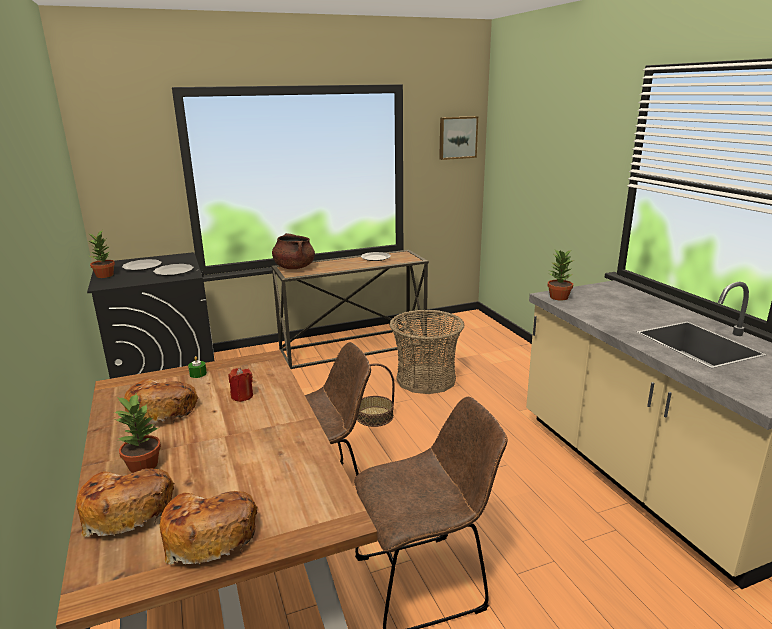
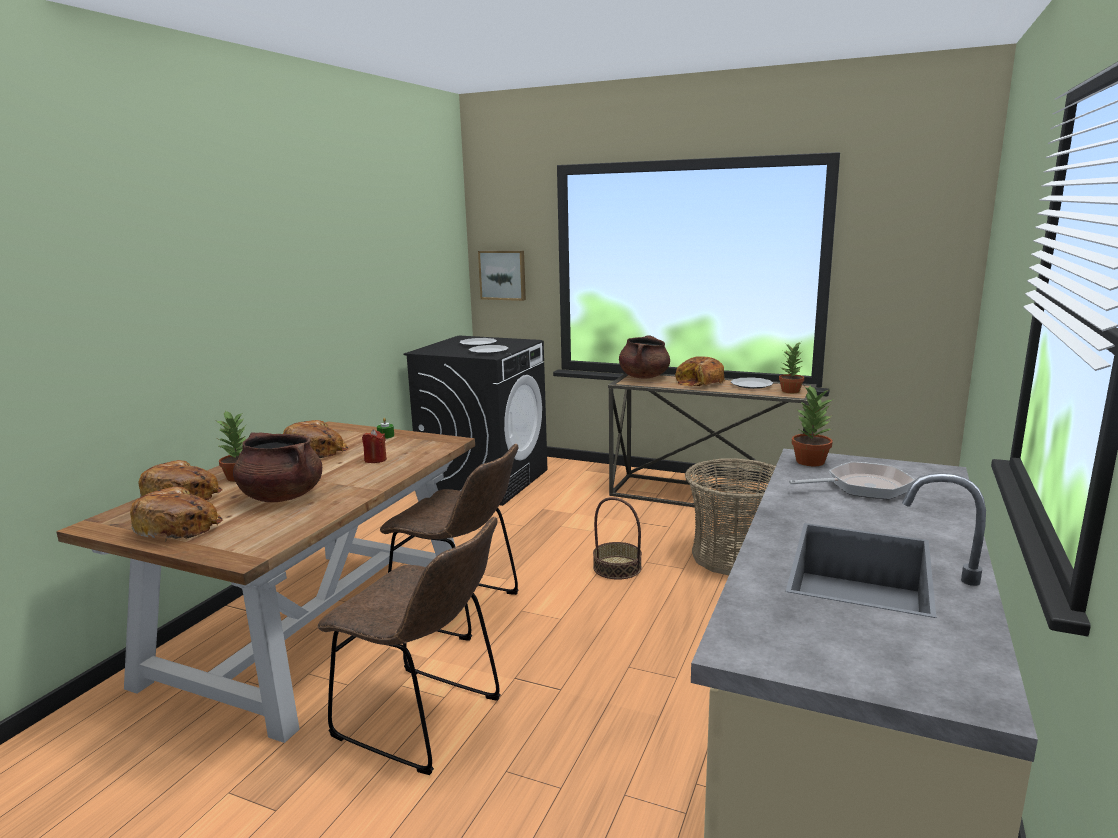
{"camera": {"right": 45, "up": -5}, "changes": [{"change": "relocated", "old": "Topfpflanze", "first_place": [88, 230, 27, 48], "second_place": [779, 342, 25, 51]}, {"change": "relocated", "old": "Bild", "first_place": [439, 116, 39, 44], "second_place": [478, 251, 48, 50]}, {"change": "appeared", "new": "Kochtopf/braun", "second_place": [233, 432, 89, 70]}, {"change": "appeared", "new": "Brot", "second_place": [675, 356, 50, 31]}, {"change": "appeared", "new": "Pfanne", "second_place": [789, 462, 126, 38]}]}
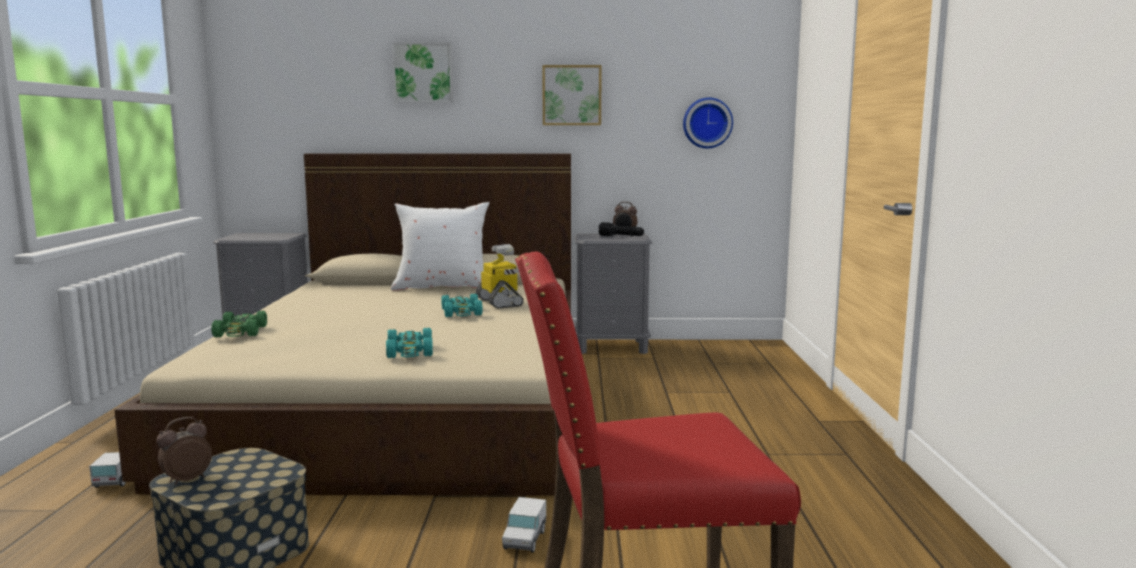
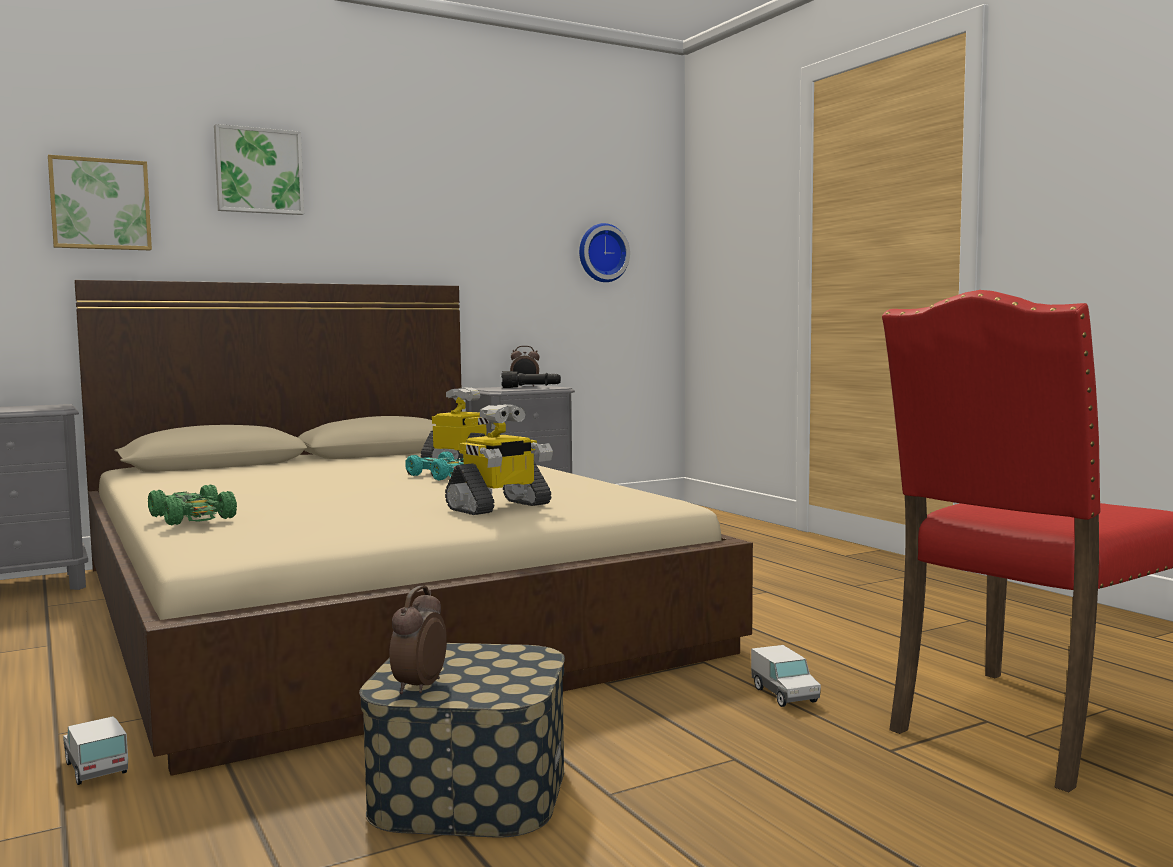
{"camera": {"right": -30, "up": -5}, "changes": [{"change": "exchanged", "old": "Spielzeugauto/türkis", "new": "Spielzeugroboter", "first_place": [386, 328, 47, 30], "second_place": [445, 404, 108, 111]}, {"change": "missing", "old": "Kissen/weiß", "first_place": [391, 202, 99, 88]}, {"change": "relocated", "old": "Bild", "first_place": [542, 65, 60, 60], "second_place": [48, 155, 104, 95]}]}
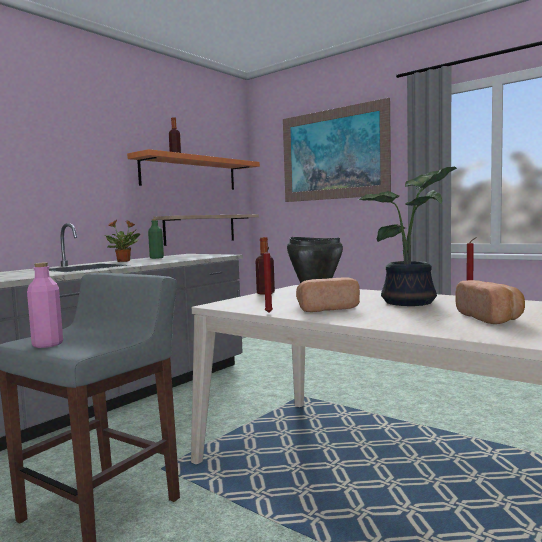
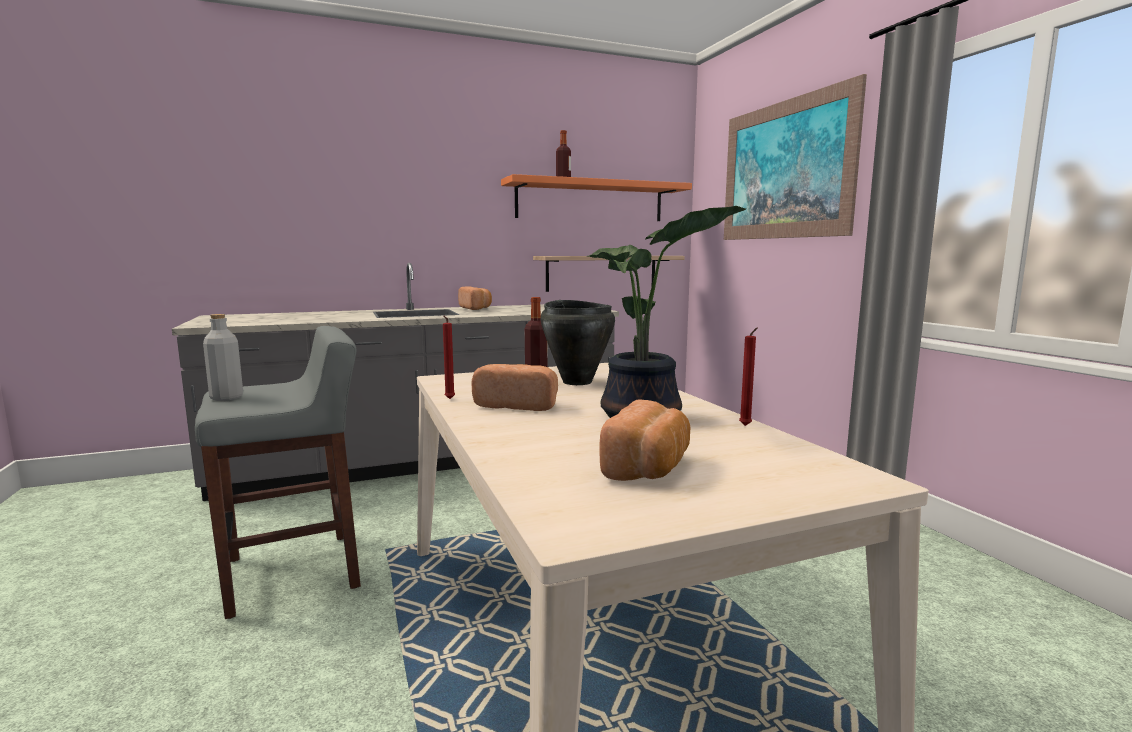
{"camera": {"right": 30, "up": 5}, "changes": [{"change": "colour", "old": "Flasche/rosa", "new": "Flasche/grau", "first_place": [27, 262, 36, 86], "second_place": [203, 314, 40, 87]}, {"change": "exchanged", "old": "Topfpflanze", "new": "Brot", "first_place": [105, 220, 35, 42], "second_place": [458, 286, 34, 24]}, {"change": "missing", "old": "Flasche/grün", "first_place": [148, 219, 16, 40]}]}
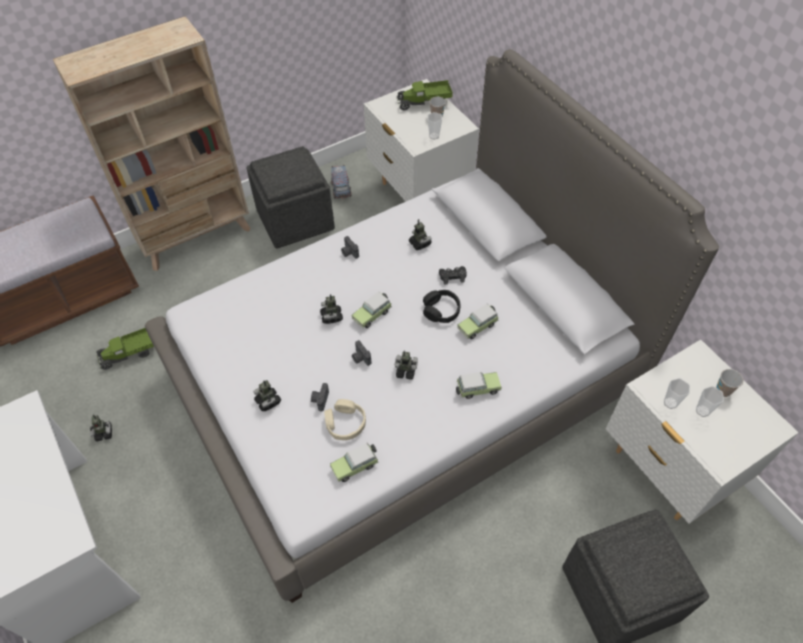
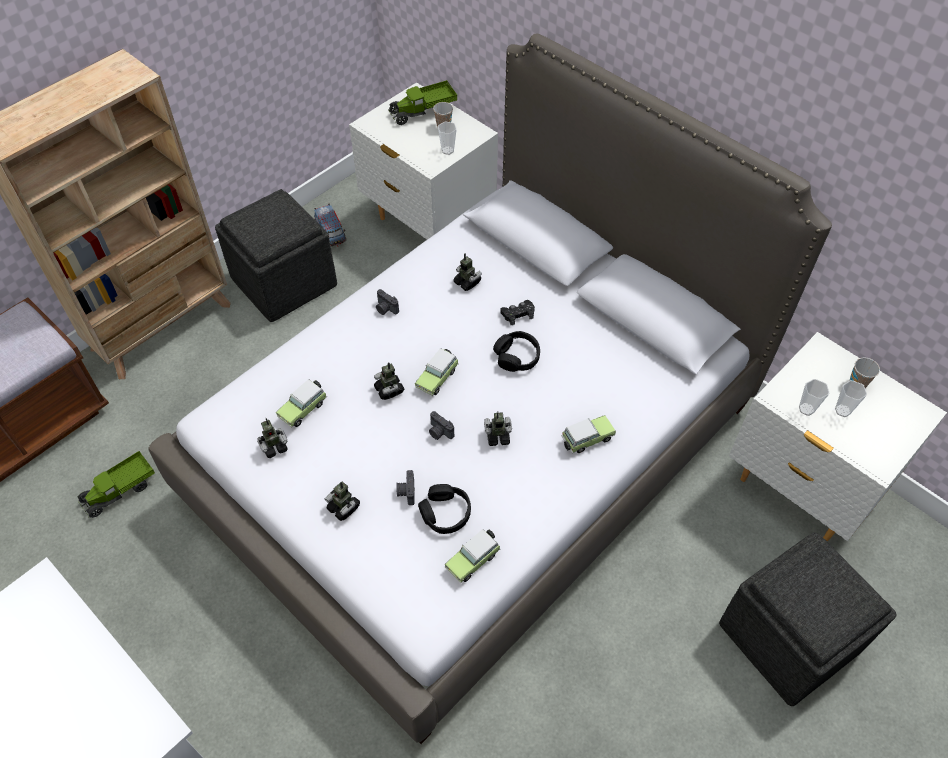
{"camera": {"right": -15, "up": 0}, "changes": [{"change": "relocated", "old": "Spielzeugroboter", "first_place": [90, 414, 22, 28], "second_place": [257, 418, 31, 40]}, {"change": "colour", "old": "Kopfhörer/beige", "new": "Kopfhörer/schwarz", "first_place": [324, 399, 42, 41], "second_place": [418, 484, 53, 50]}, {"change": "relocated", "old": "Spielzeugauto", "first_place": [457, 304, 41, 35], "second_place": [276, 379, 51, 49]}]}
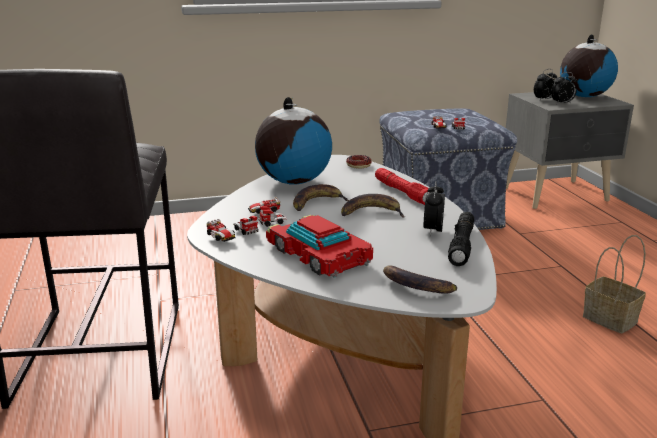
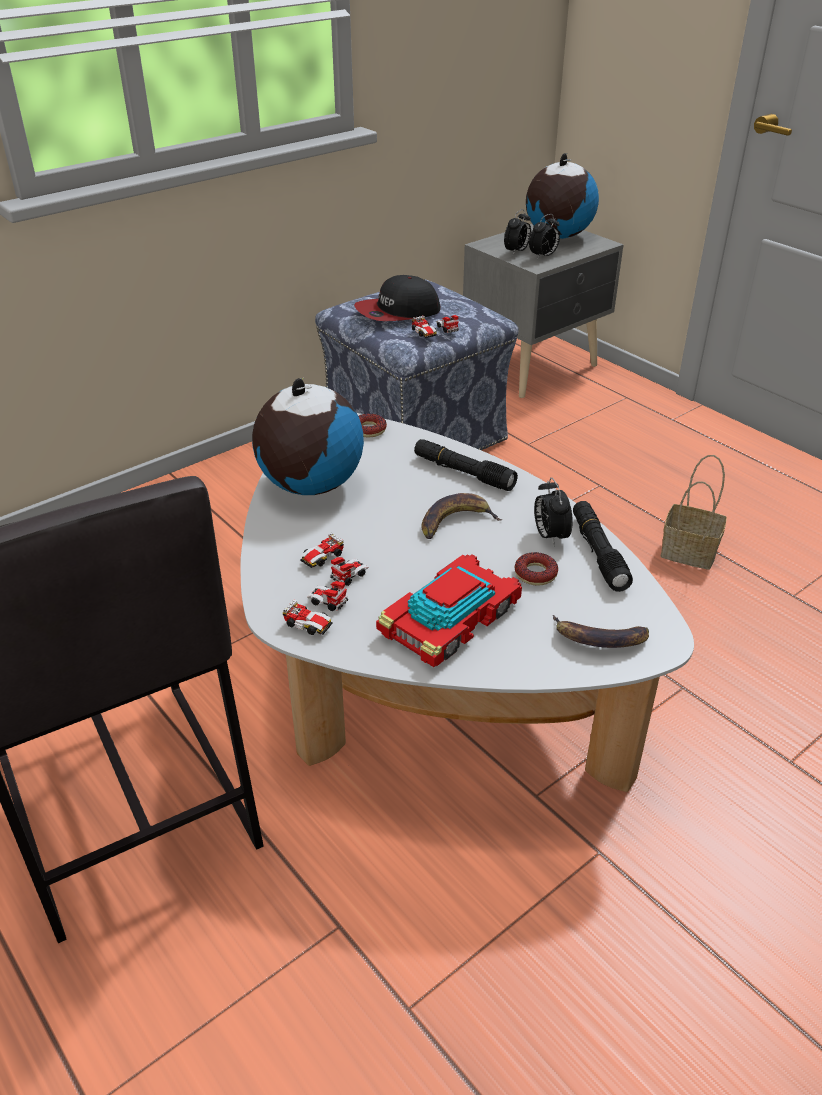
{"camera": {"right": -25, "up": 15}, "changes": [{"change": "spun", "old": "Spielzeugauto", "first_place": [266, 215, 107, 63], "second_place": [376, 555, 146, 112], "degrees": -75}, {"change": "missing", "old": "Banane", "first_place": [293, 184, 56, 27]}, {"change": "colour", "old": "Taschenlampe/rot", "new": "Taschenlampe/schwarz", "first_place": [375, 168, 55, 37], "second_place": [414, 439, 104, 52]}, {"change": "appeared", "new": "Kappe", "second_place": [354, 275, 87, 46]}, {"change": "appeared", "new": "Donut", "second_place": [515, 552, 43, 33]}]}
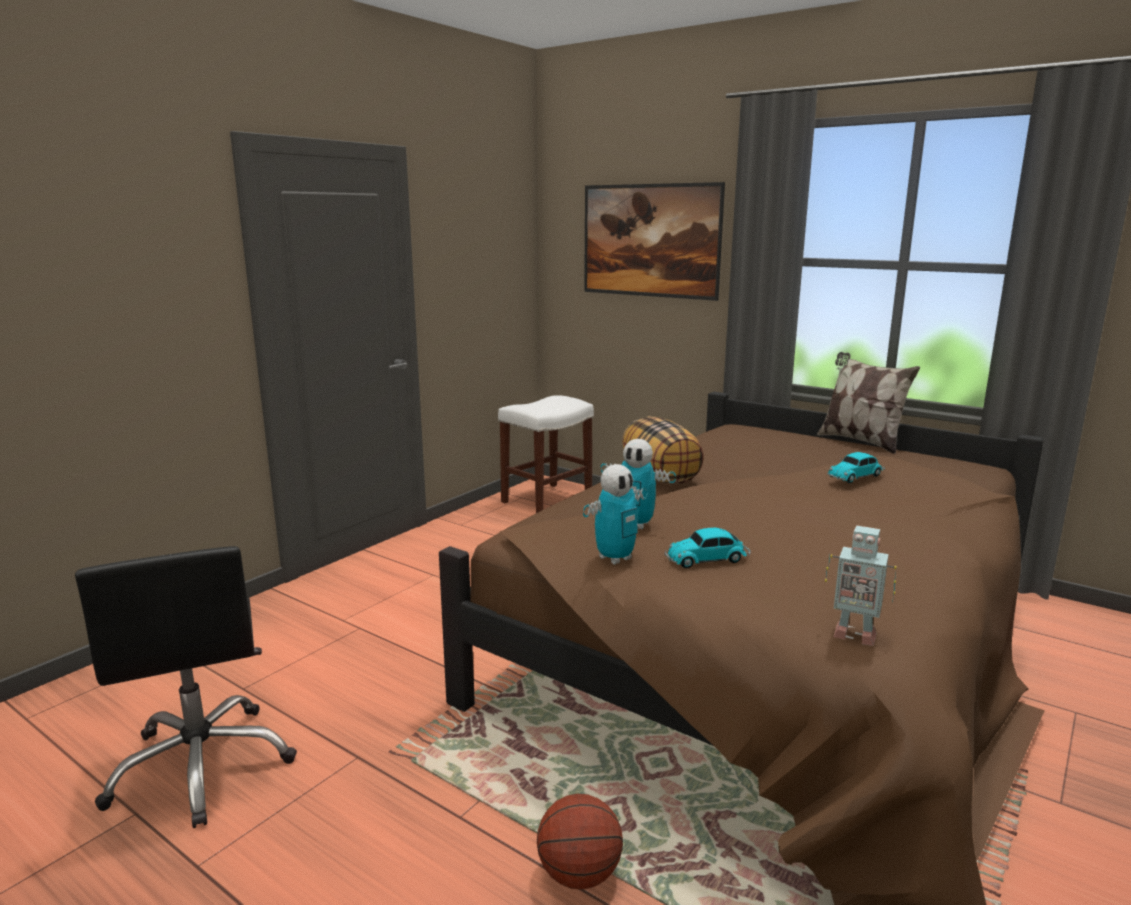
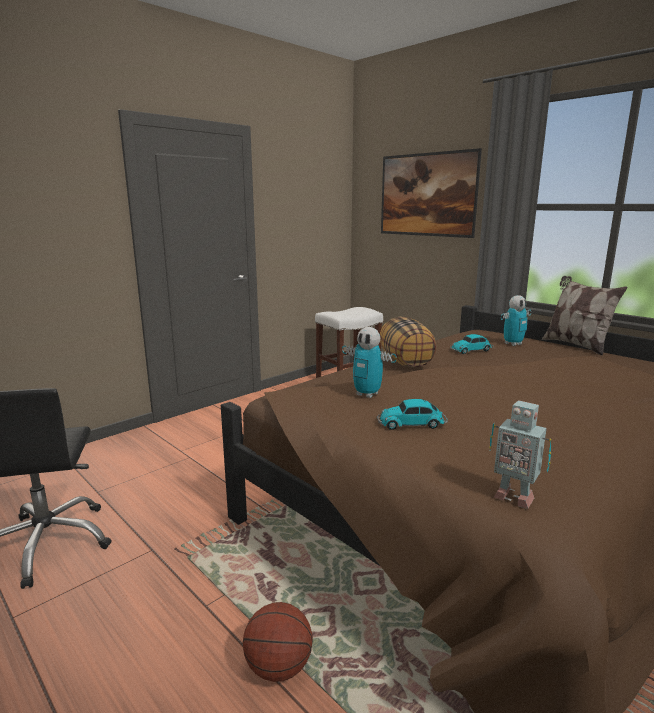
{"camera": {"right": 10, "up": 0}, "changes": [{"change": "relocated", "old": "Spielzeugroboter", "first_place": [583, 464, 65, 100], "second_place": [501, 295, 30, 51]}, {"change": "relocated", "old": "Spielzeugauto", "first_place": [827, 452, 58, 31], "second_place": [450, 334, 44, 20]}]}
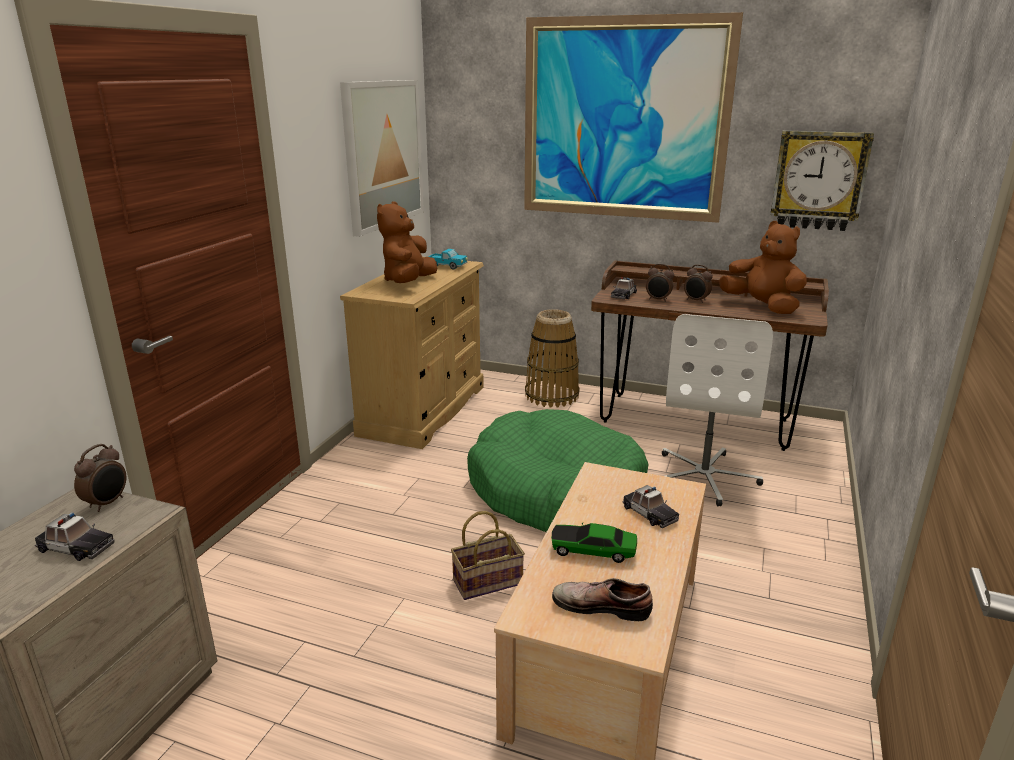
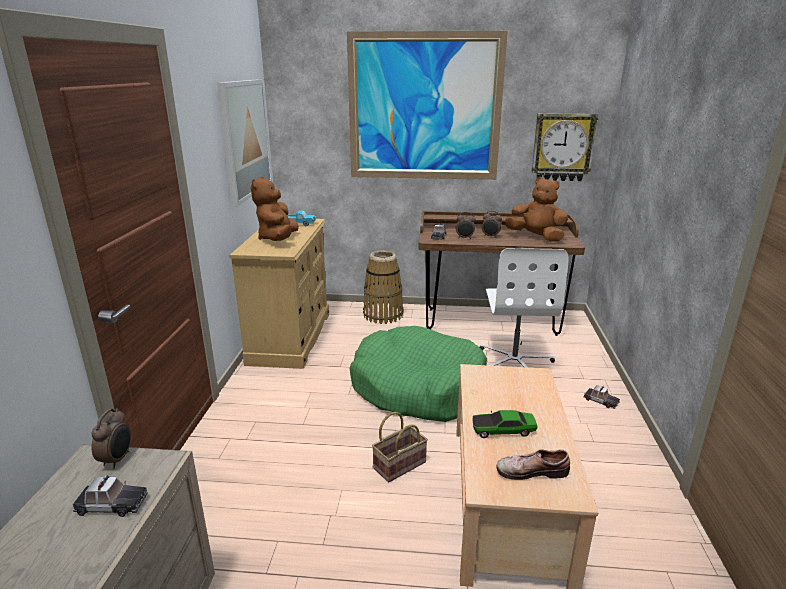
{"camera": {"right": -15, "up": 0}, "changes": [{"change": "relocated", "old": "Spielzeugauto", "first_place": [622, 485, 57, 43], "second_place": [584, 385, 36, 24]}]}
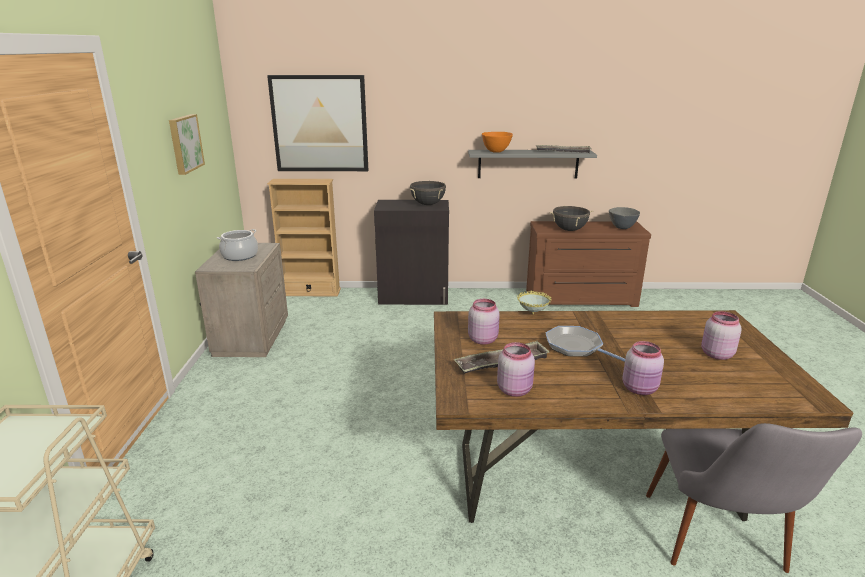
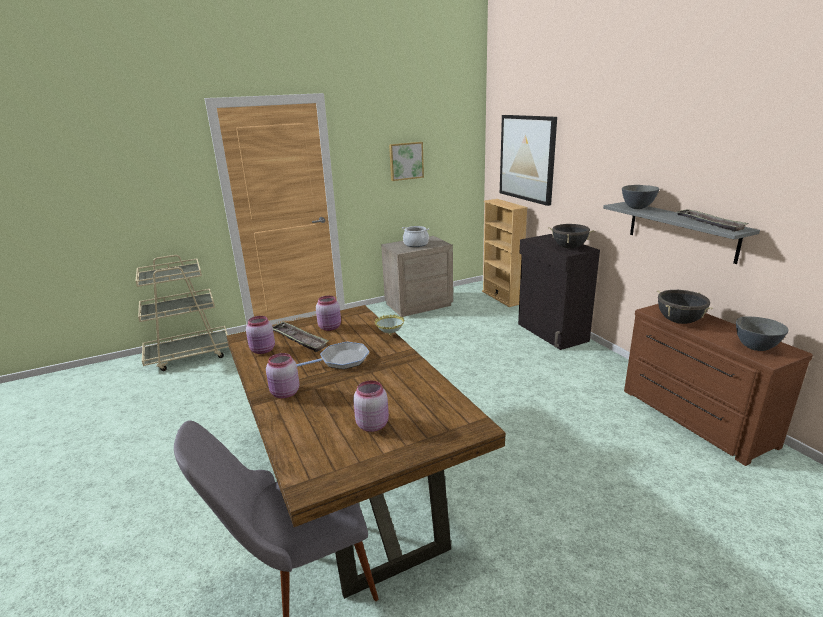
{"camera": {"right": 65, "up": 0}, "changes": [{"change": "colour", "old": "Schüssel/orange", "new": "Schüssel/grau", "first_place": [482, 132, 31, 21], "second_place": [622, 185, 37, 24]}, {"change": "spun", "old": "Pfanne", "first_place": [546, 326, 79, 36], "second_place": [297, 342, 72, 27], "degrees": 45}]}
